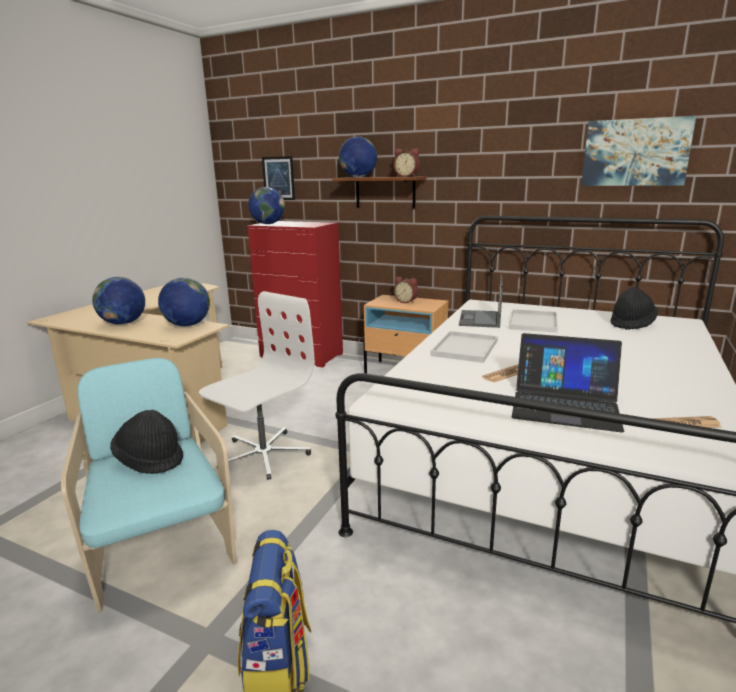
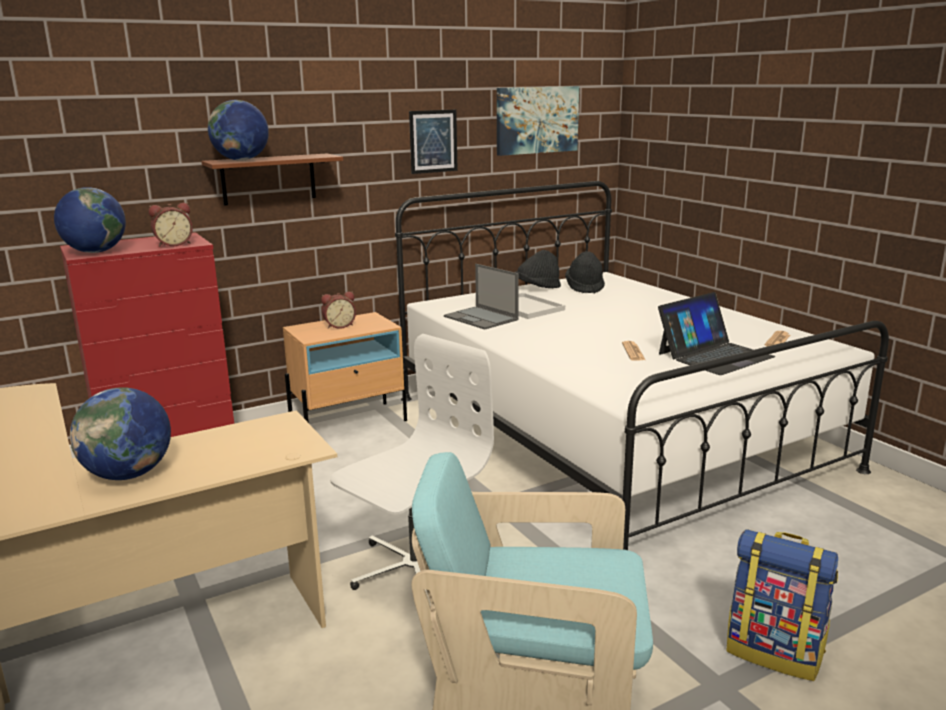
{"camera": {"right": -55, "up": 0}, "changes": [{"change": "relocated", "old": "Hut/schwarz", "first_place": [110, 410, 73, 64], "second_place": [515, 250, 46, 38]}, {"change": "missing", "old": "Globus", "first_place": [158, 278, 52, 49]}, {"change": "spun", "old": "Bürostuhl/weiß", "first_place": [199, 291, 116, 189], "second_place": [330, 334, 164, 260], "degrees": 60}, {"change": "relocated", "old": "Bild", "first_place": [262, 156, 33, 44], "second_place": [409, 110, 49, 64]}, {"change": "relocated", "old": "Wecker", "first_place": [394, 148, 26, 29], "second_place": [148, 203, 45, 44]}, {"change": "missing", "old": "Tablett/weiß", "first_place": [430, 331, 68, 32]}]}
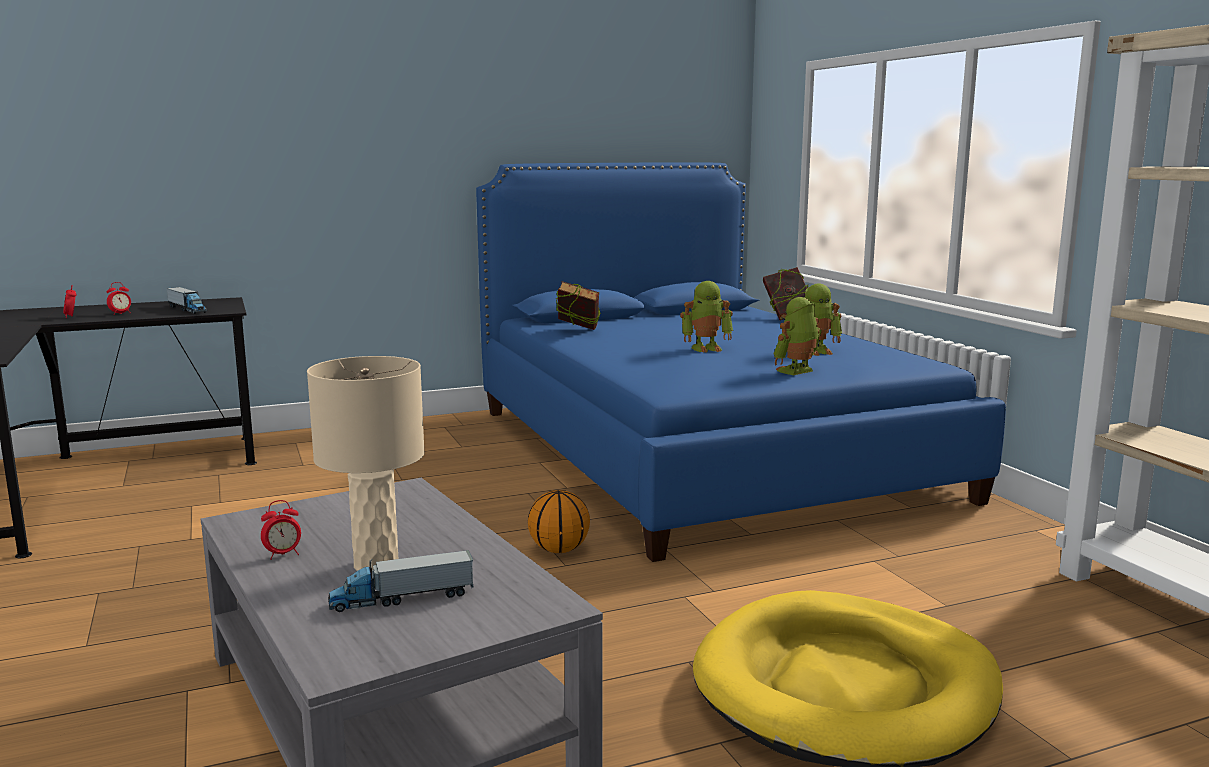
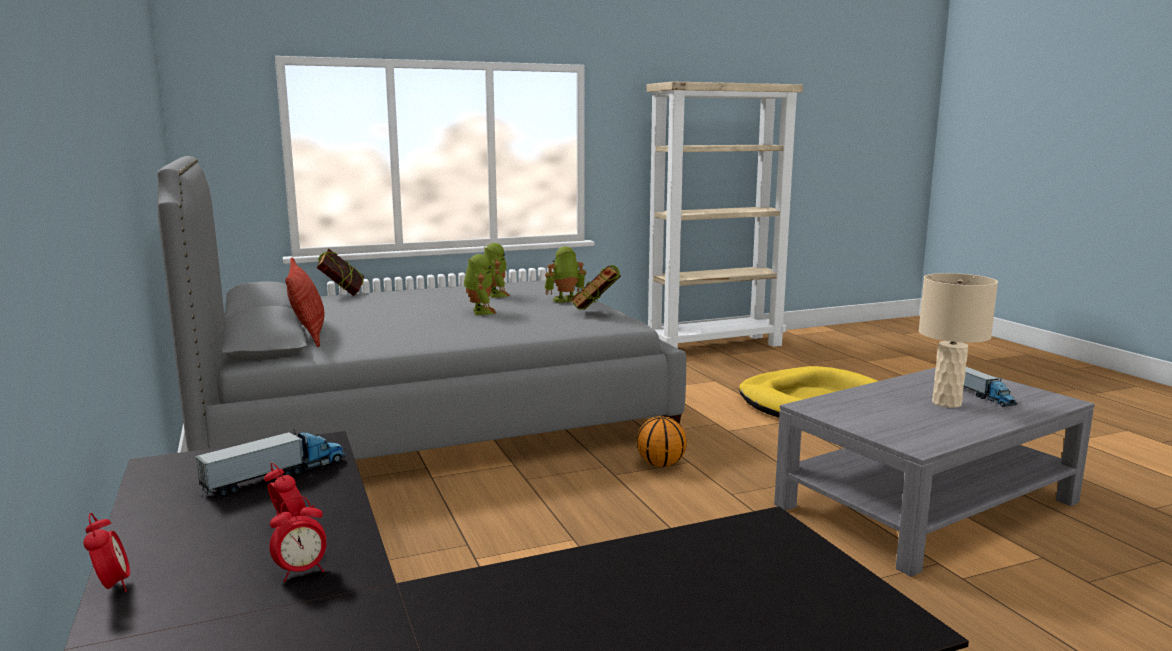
{"camera": {"right": -90, "up": 0}, "changes": [{"change": "relocated", "old": "Wecker", "first_place": [261, 500, 40, 60], "second_place": [83, 513, 47, 79]}, {"change": "colour", "old": "Bett/blau", "new": "Bett/grau", "first_place": [476, 162, 530, 400], "second_place": [157, 156, 529, 304]}, {"change": "relocated", "old": "Buch", "first_place": [556, 281, 45, 49], "second_place": [571, 265, 50, 45]}, {"change": "spun", "old": "Spielzeugroboter", "first_place": [773, 297, 49, 78], "second_place": [545, 247, 41, 56], "degrees": 105}, {"change": "appeared", "new": "Kissen", "second_place": [285, 257, 39, 90]}]}
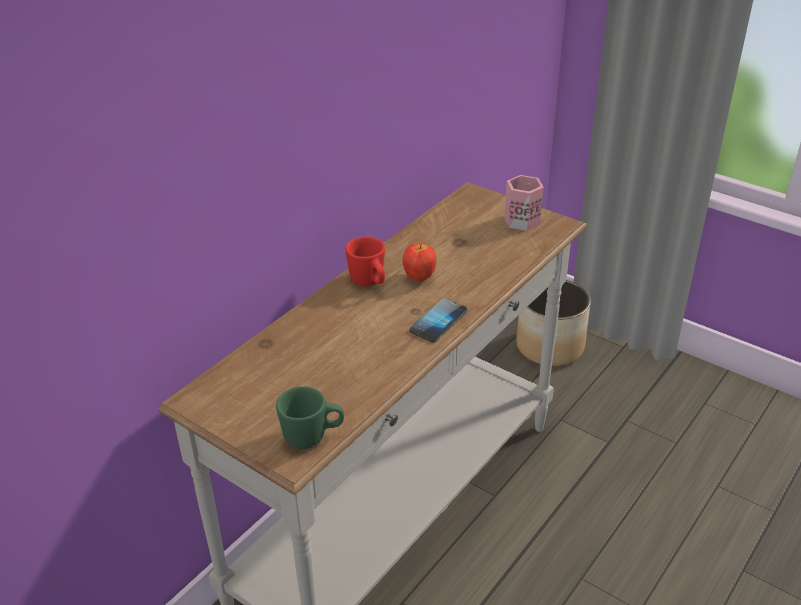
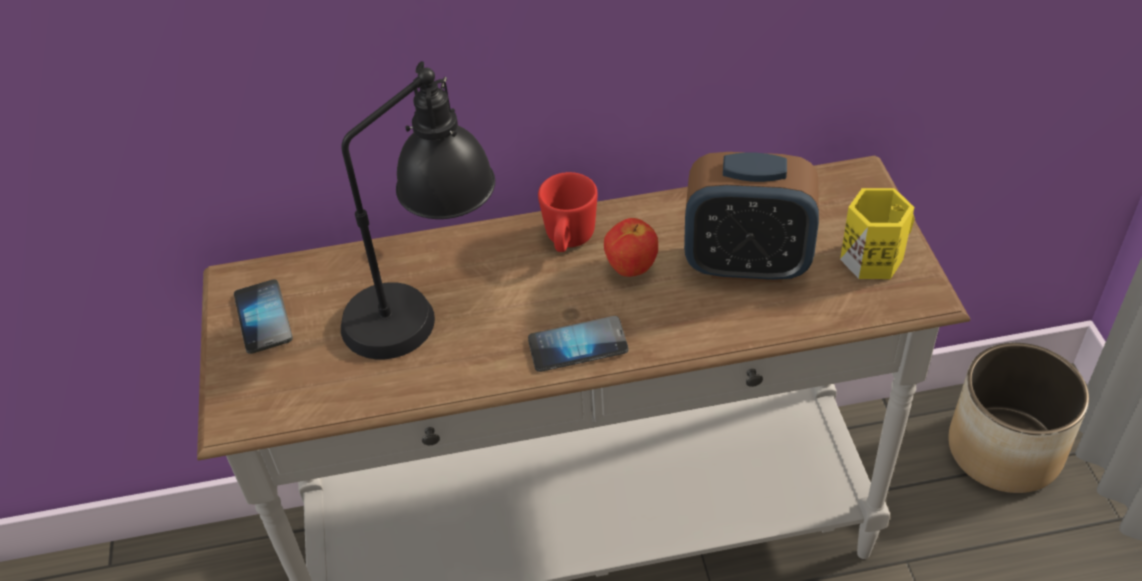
{"camera": {"right": 45, "up": 10}, "changes": [{"change": "missing", "old": "Henkelbecher/grün", "first_place": [276, 386, 68, 63]}, {"change": "colour", "old": "Henkelbecher/rosa", "new": "Henkelbecher/gelb", "first_place": [504, 175, 40, 56], "second_place": [840, 188, 75, 91]}, {"change": "appeared", "new": "Handy", "second_place": [234, 279, 59, 75]}, {"change": "appeared", "new": "Tischlampe/schwarz", "second_place": [341, 61, 154, 298]}, {"change": "appeared", "new": "Wecker", "second_place": [684, 152, 135, 130]}]}
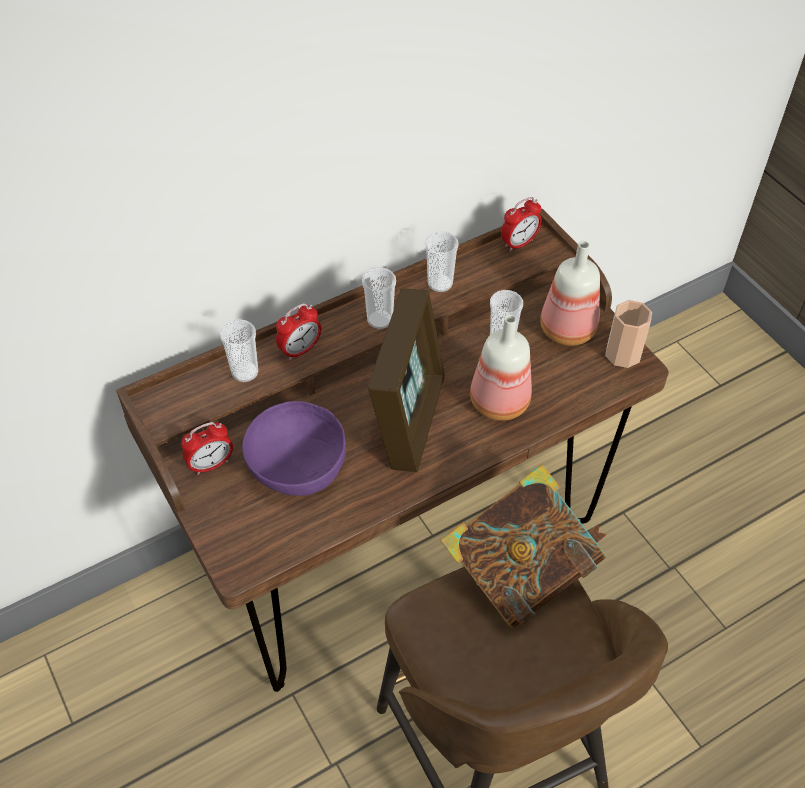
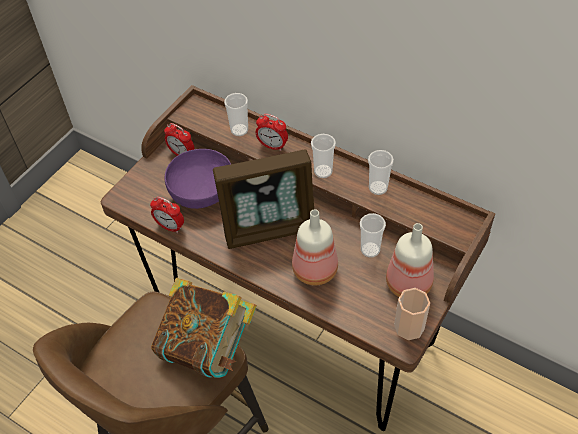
{"camera": {"right": 65, "up": 0}, "changes": [{"change": "relocated", "old": "Wecker", "first_place": [501, 197, 41, 55], "second_place": [150, 197, 34, 36]}]}
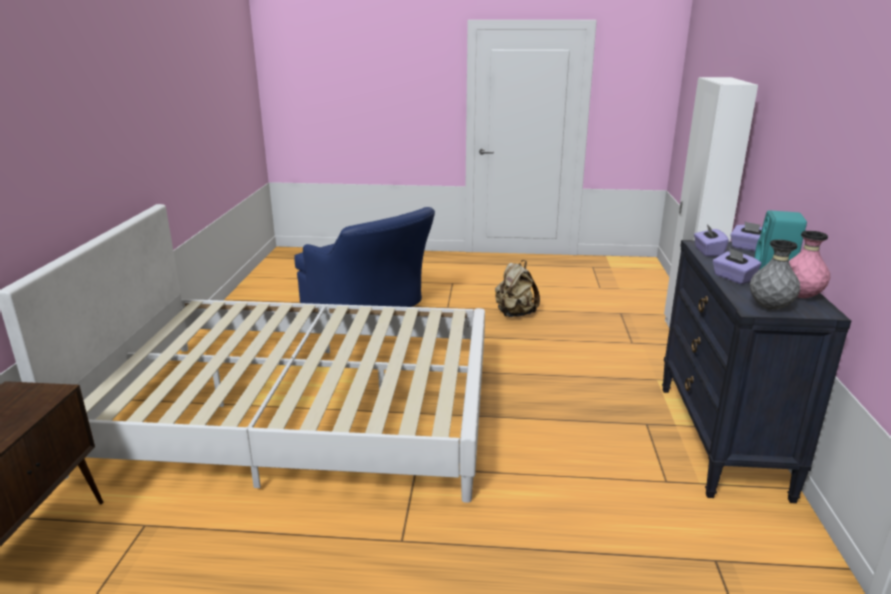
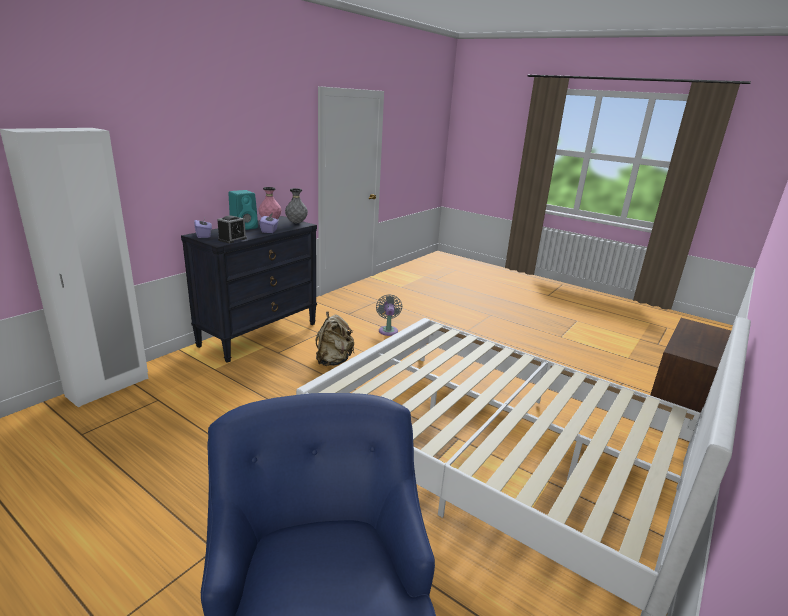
{"camera": {"right": -150, "up": 0}, "changes": [{"change": "relocated", "old": "Rucksack/beige", "first_place": [495, 260, 45, 57], "second_place": [316, 311, 38, 55]}, {"change": "exchanged", "old": "Taschentuchbox/lila", "new": "Wecker", "first_place": [694, 225, 35, 31], "second_place": [217, 215, 30, 29]}, {"change": "appeared", "new": "Ventilator/grau", "second_place": [376, 294, 26, 42]}]}
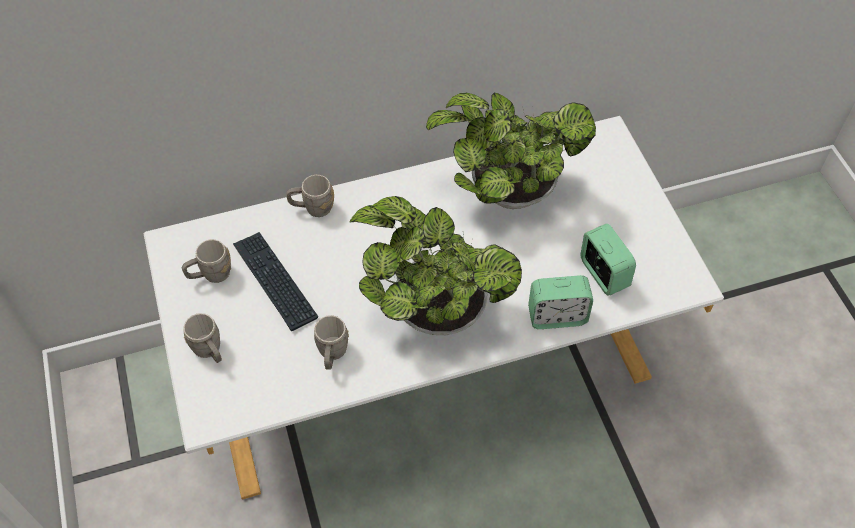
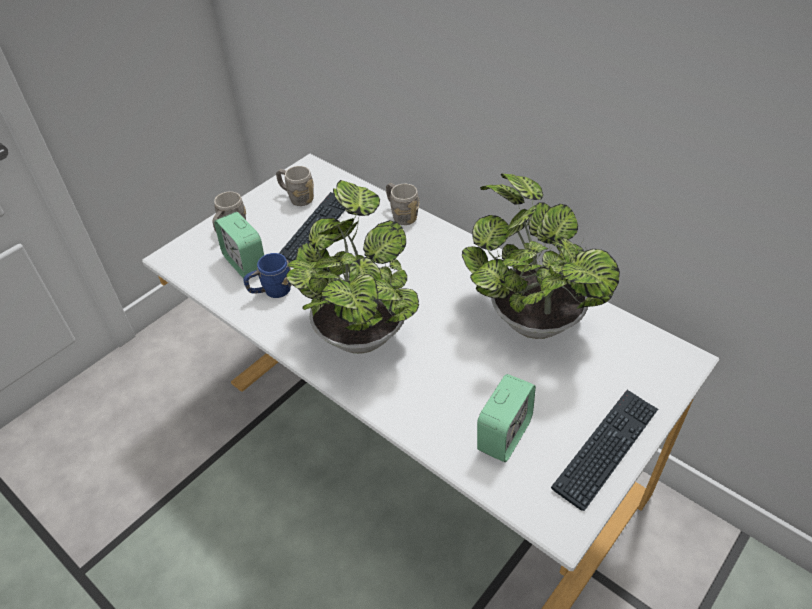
{"camera": {"right": 60, "up": -10}, "changes": [{"change": "colour", "old": "Henkelbecher/grau", "new": "Henkelbecher/blau", "first_place": [314, 315, 35, 55], "second_place": [243, 253, 49, 45]}, {"change": "relocated", "old": "Wecker", "first_place": [528, 275, 65, 54], "second_place": [214, 212, 50, 66]}, {"change": "appeared", "new": "Tastatur", "second_place": [551, 390, 107, 121]}]}
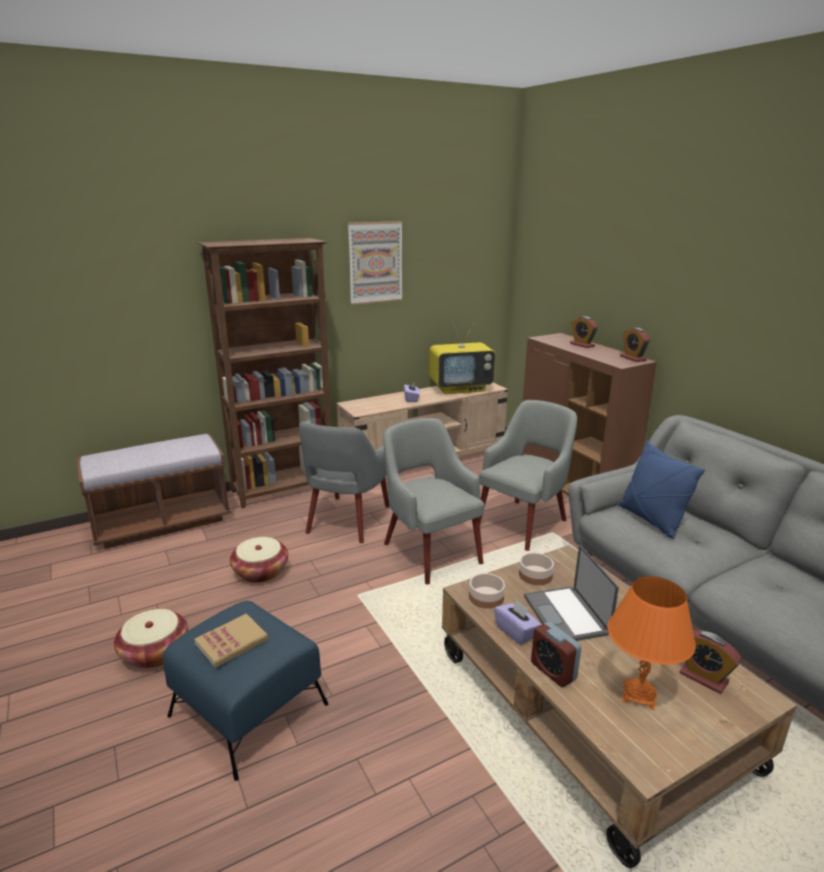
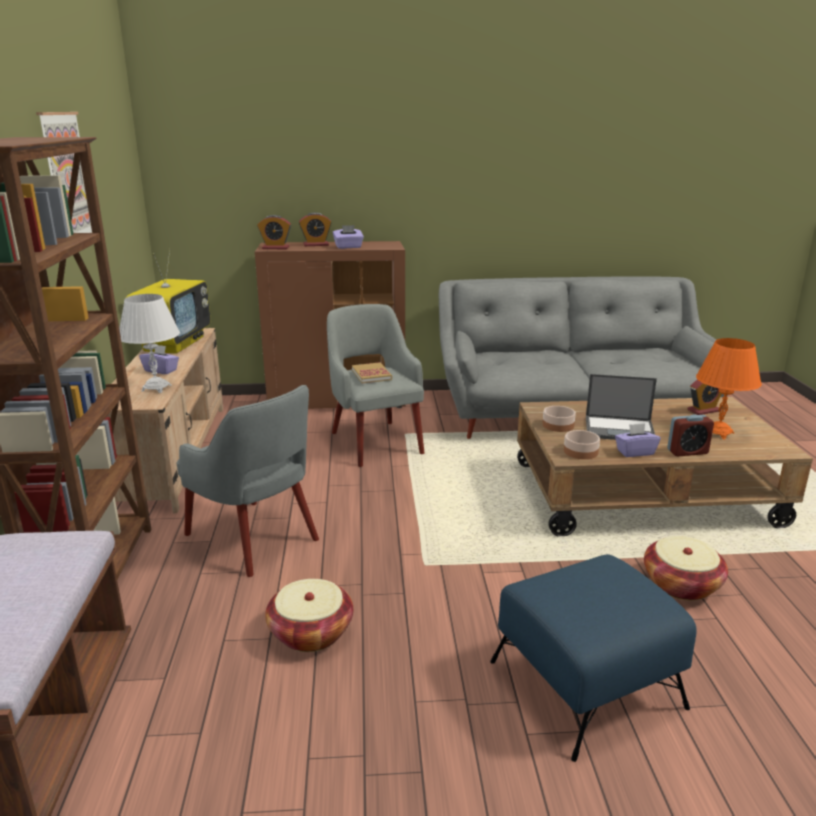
{"camera": {"right": -65, "up": 0}, "changes": [{"change": "relocated", "old": "Korb", "first_place": [114, 609, 74, 60], "second_place": [644, 536, 84, 65]}, {"change": "relocated", "old": "Buch", "first_place": [194, 614, 74, 54], "second_place": [352, 362, 40, 21]}, {"change": "missing", "old": "Sessel/grau", "first_place": [384, 418, 100, 167]}, {"change": "missing", "old": "Kissen/blau", "first_place": [618, 441, 87, 98]}, {"change": "relocated", "old": "Wecker", "first_place": [620, 328, 30, 34], "second_place": [257, 215, 34, 34]}, {"change": "appeared", "new": "Tischlampe/weiß", "second_place": [119, 294, 61, 99]}, {"change": "appeared", "new": "Taschentuchbox/lila", "second_place": [333, 225, 31, 24]}]}
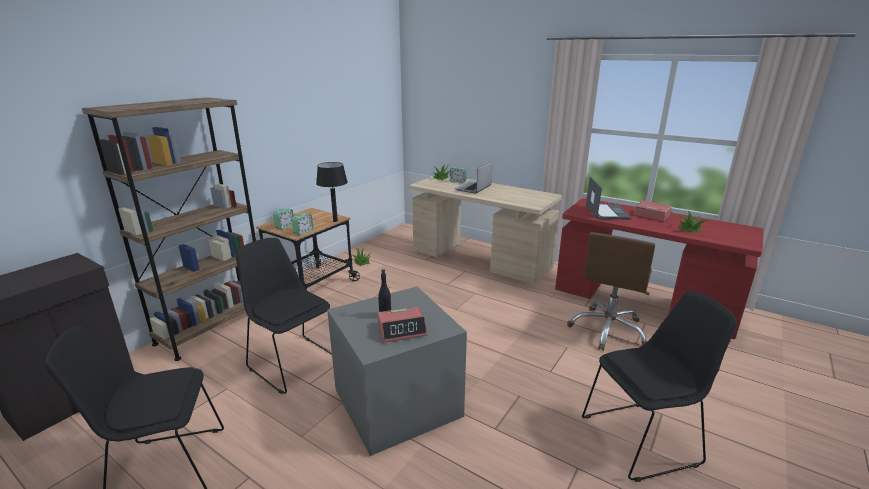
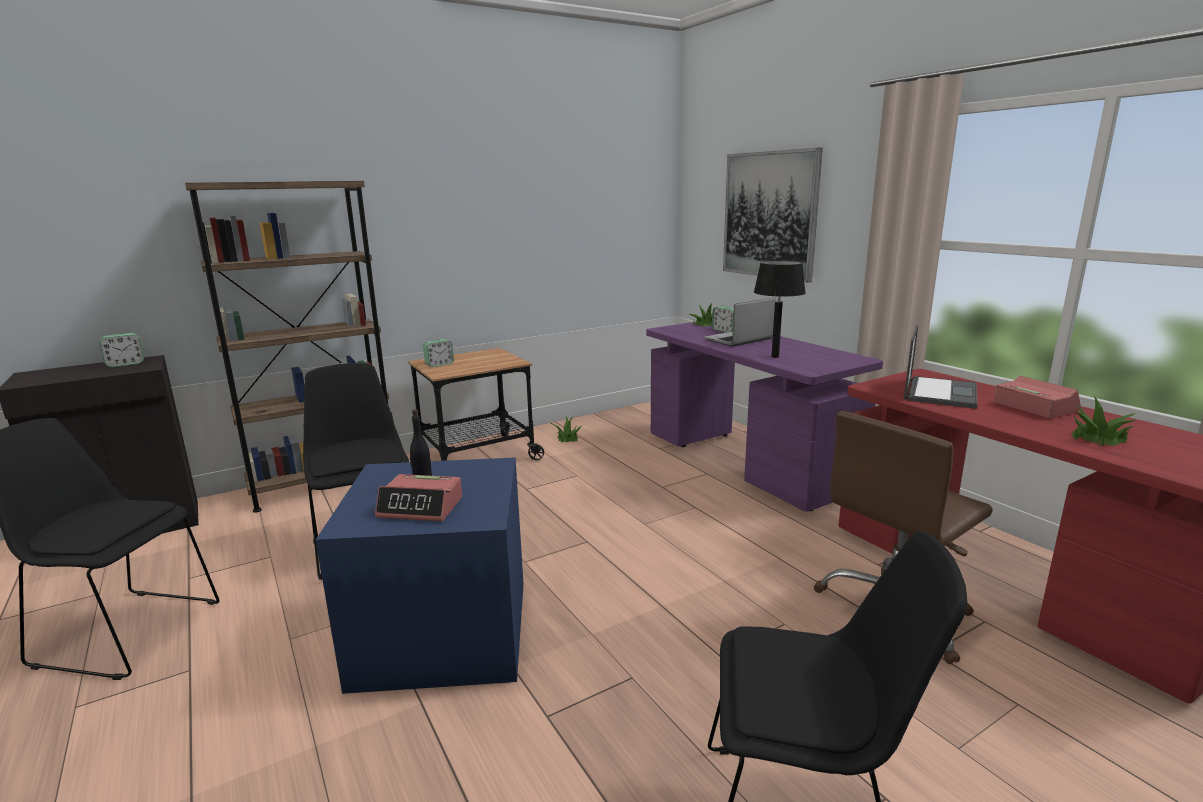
{"camera": {"right": 25, "up": -5}, "changes": [{"change": "relocated", "old": "Wecker", "first_place": [291, 213, 22, 22], "second_place": [100, 333, 44, 34]}, {"change": "relocated", "old": "Tischlampe/schwarz", "first_place": [316, 162, 32, 60], "second_place": [754, 260, 52, 98]}, {"change": "colour", "old": "Aufbewahrungsbox/grau", "new": "Aufbewahrungsbox/blau", "first_place": [327, 287, 140, 169], "second_place": [316, 457, 208, 237]}, {"change": "colour", "old": "Schreibtisch/beige", "new": "Schreibtisch/lila", "first_place": [410, 176, 152, 108], "second_place": [646, 322, 237, 190]}, {"change": "appeared", "new": "Bild", "second_place": [723, 148, 100, 135]}]}
